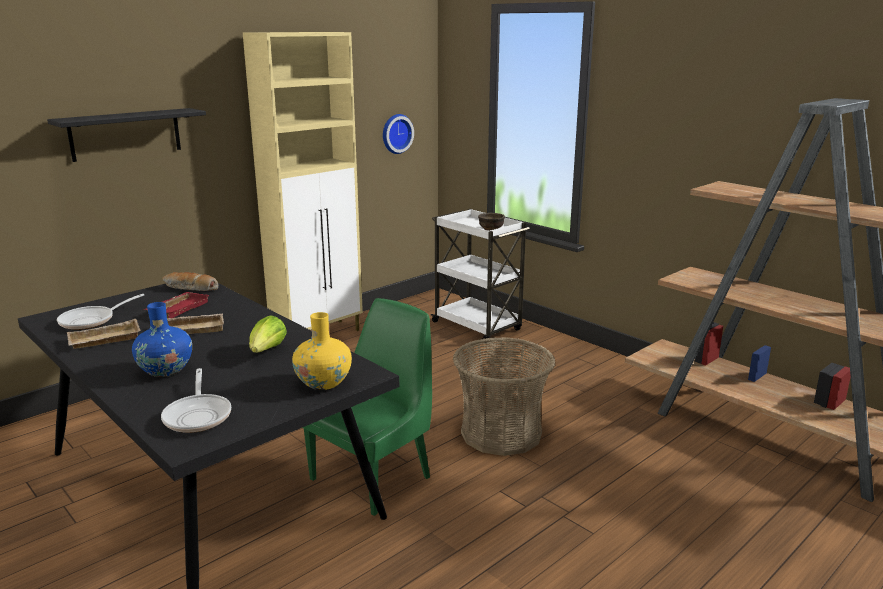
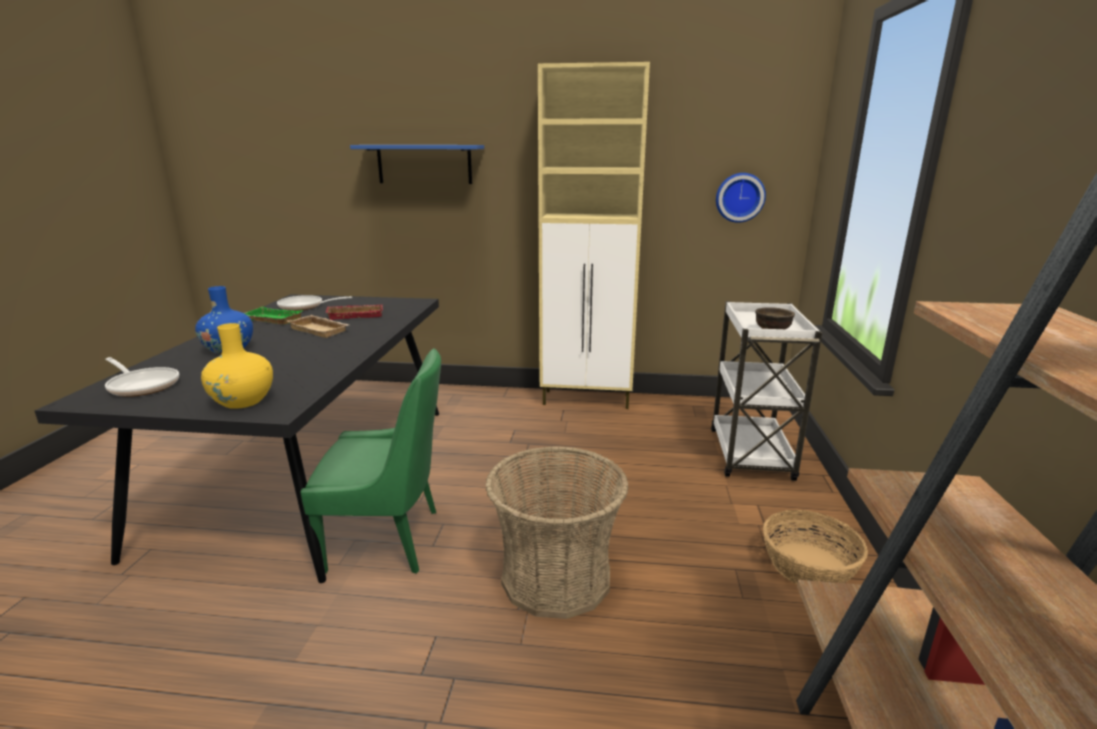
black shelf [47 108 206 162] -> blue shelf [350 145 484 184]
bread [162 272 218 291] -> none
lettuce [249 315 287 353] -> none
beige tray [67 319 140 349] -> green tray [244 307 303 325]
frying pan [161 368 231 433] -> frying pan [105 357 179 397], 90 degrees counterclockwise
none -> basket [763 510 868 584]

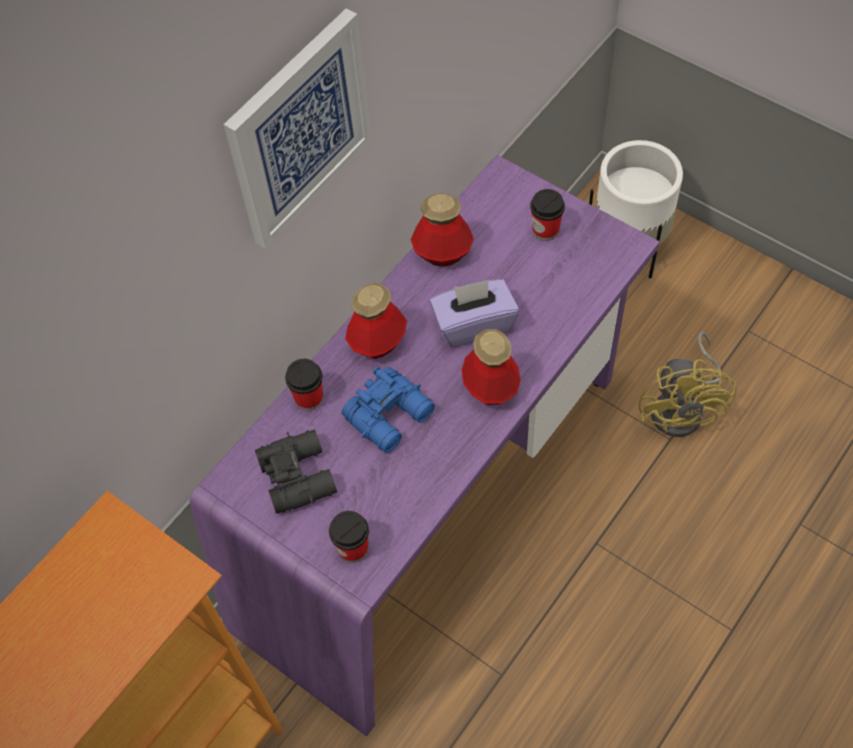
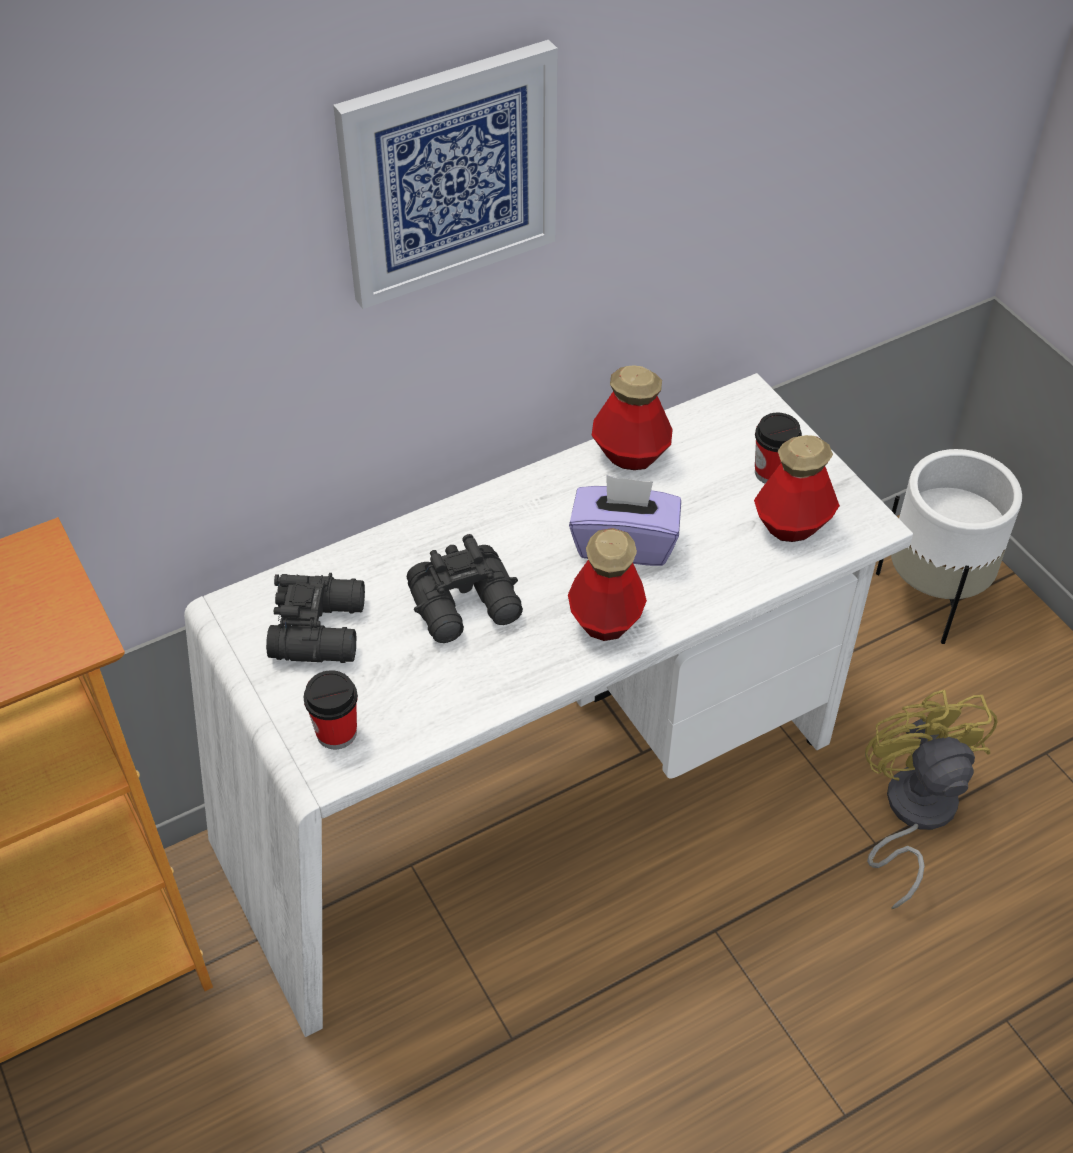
purple desk [190 155 659 736] -> white desk [184 373 913 1037]
bottle [345 283 407 359] -> bottle [754 435 840 542], move
yellow fan [638 331 737 437] -> yellow fan [865 690 998 909], 150 degrees clockwise
cup [285 359 323 411] -> none
blue binoculars [341 367 435 453] -> black binoculars [407 534 523 643]

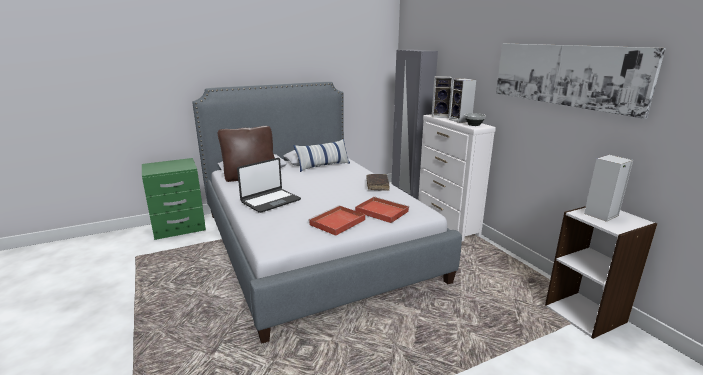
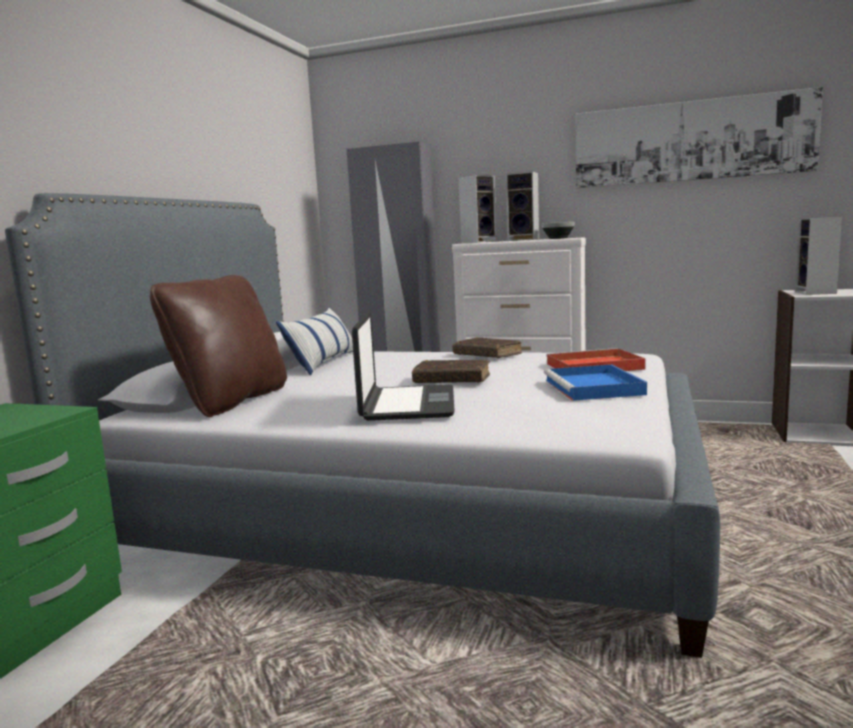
red tray [308 205 366 236] -> blue tray [544 364 647 401]
none -> brown book [412 359 490 383]

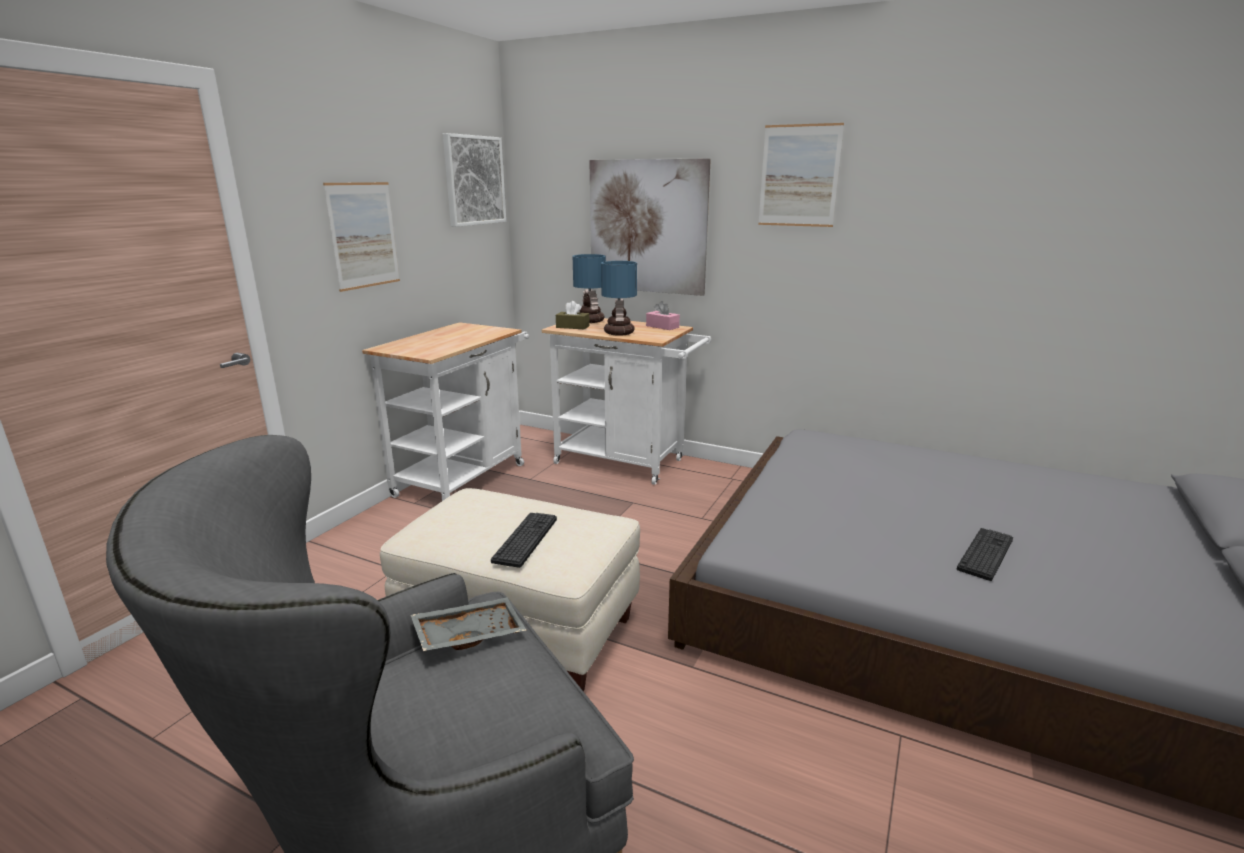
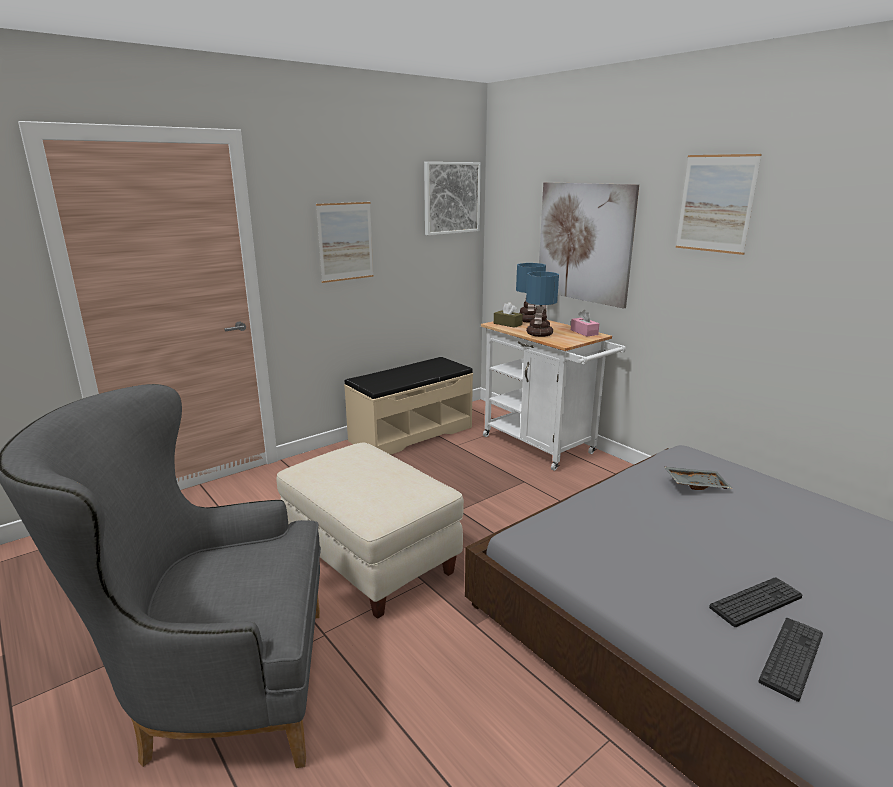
white cart [362 322 529 501] -> beige bench [344 357 473 455]
keyboard [491 513 557 568] -> keyboard [759 618 823 702], move
grey tray [410 597 526 651] -> grey tray [665 467 733 490], move

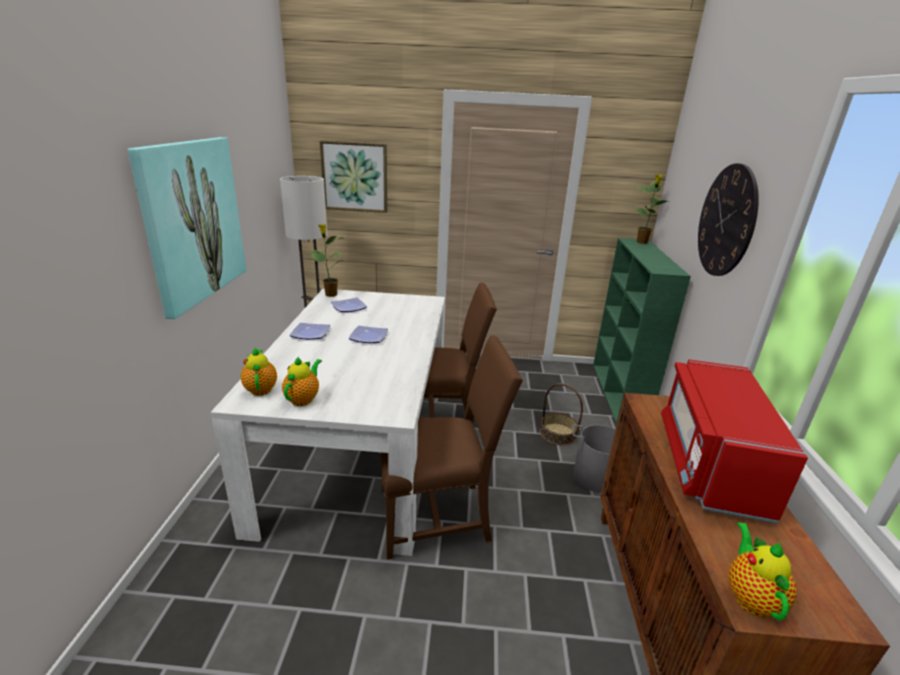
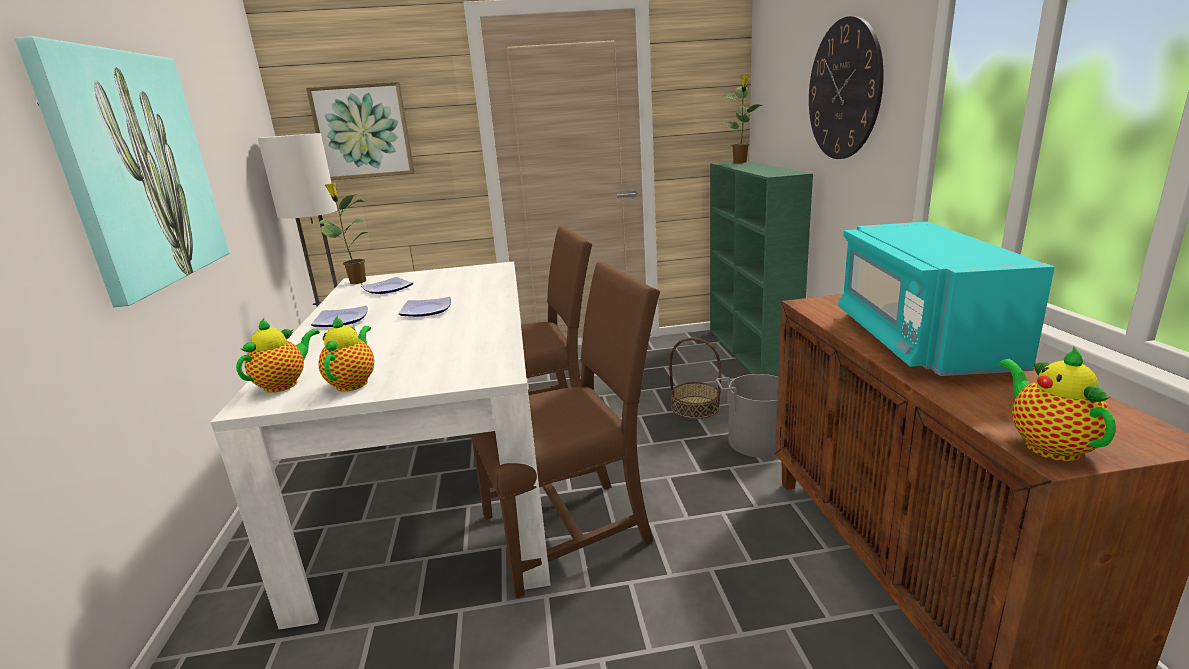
teapot [241 347 277 396] -> teapot [236 318 320 393], 60 degrees clockwise
red microwave [661 360 808 523] -> turquoise microwave [838 222 1055 376]

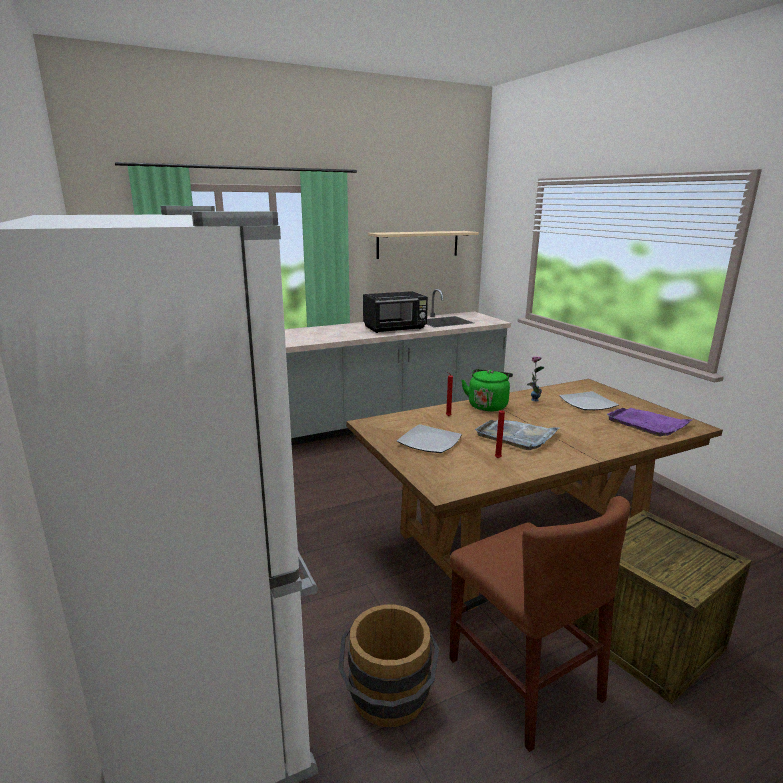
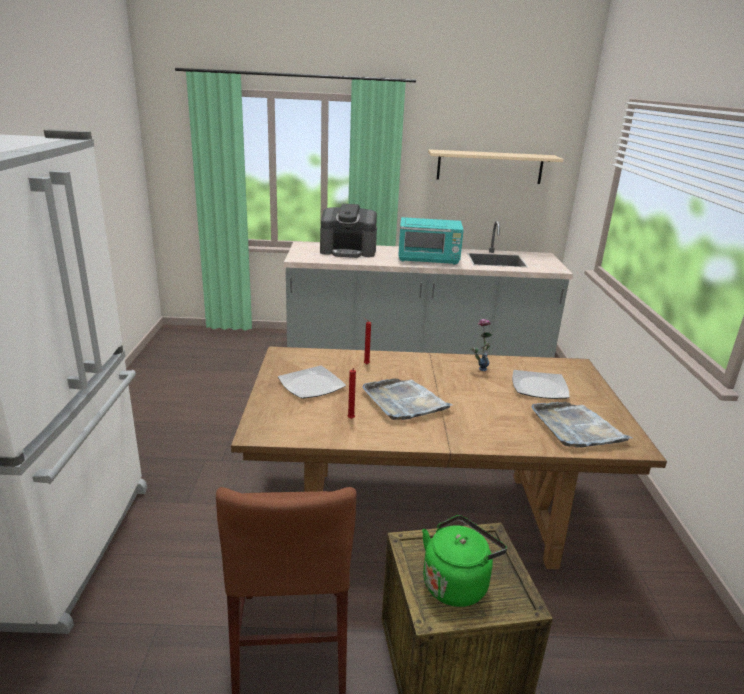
black microwave [363 291 428 333] -> turquoise microwave [398 217 464 265]
green kettle [461 369 513 412] -> green kettle [422 515 507 607], move
purple tray [607 408 692 436] -> grey tray [532 402 632 448]
brown bucket [339 605 439 727] -> none
none -> coffee machine [320 204 377 258]

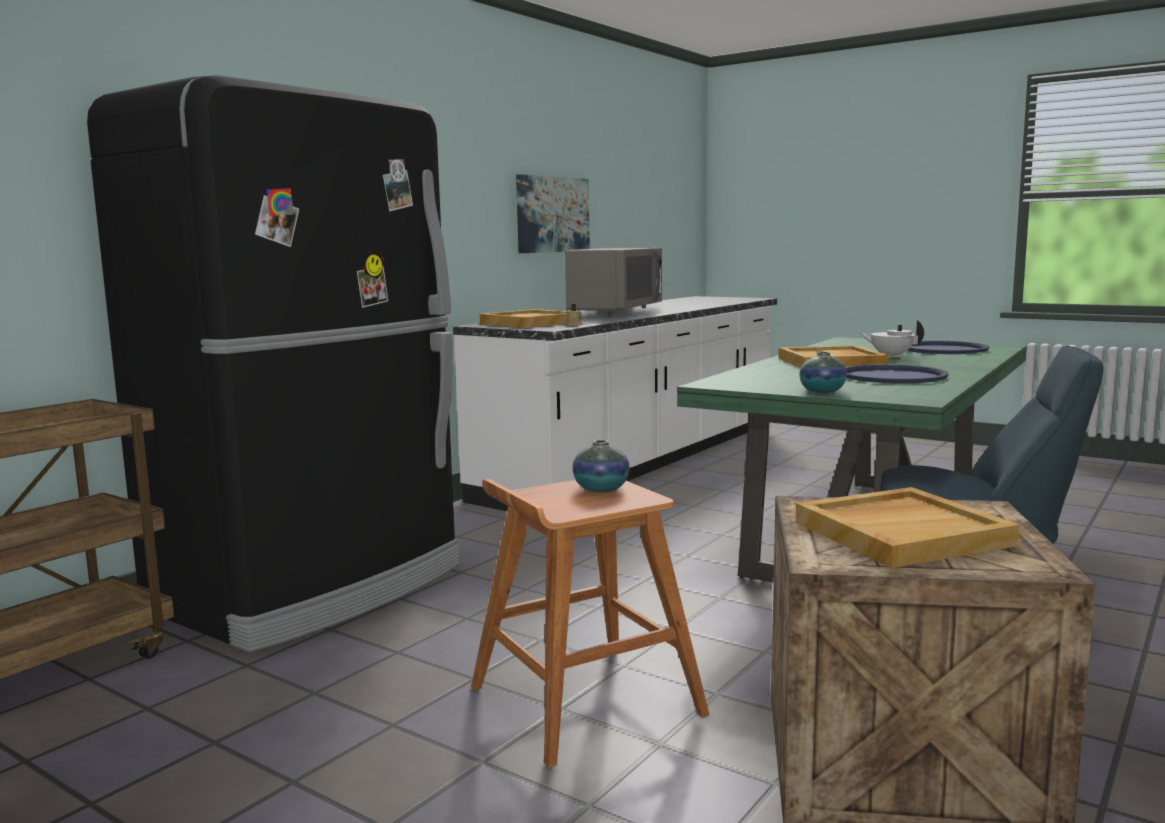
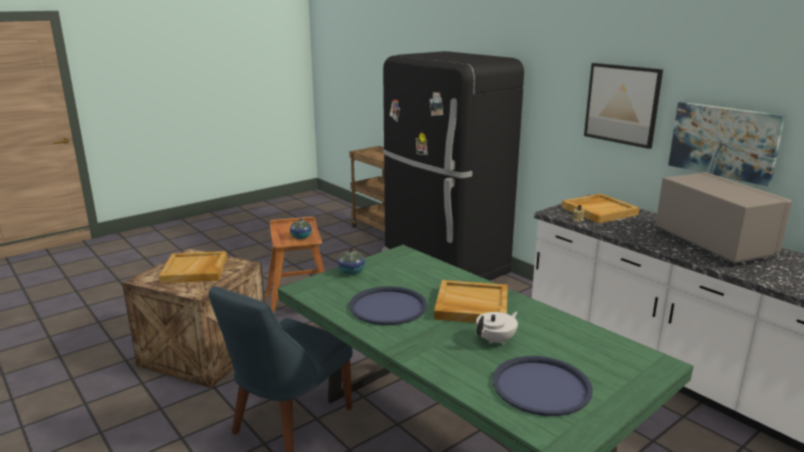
grey microwave [565 248 662 316] -> grey microwave [655 172 792 264], 150 degrees counterclockwise
none -> picture [584 63 663 149]

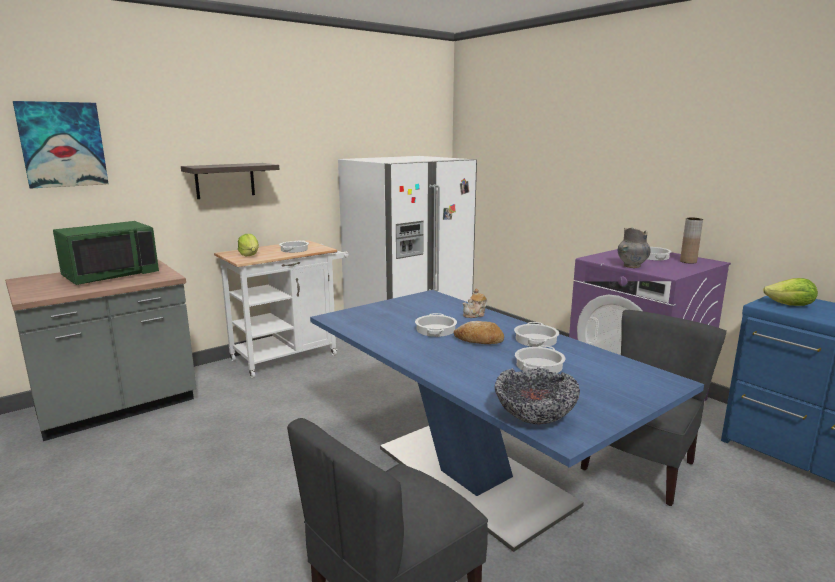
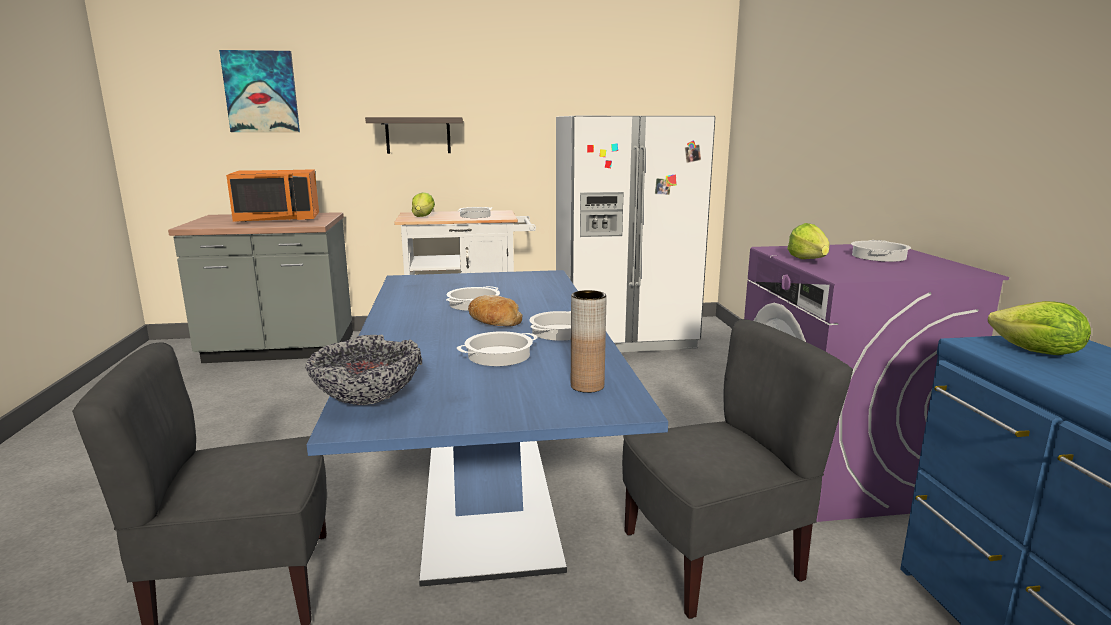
brown vase [680 218 703 264] -> brown vase [571 290 607 393], move
green microwave [53 221 159 285] -> orange microwave [226 169 319 222]
grey vase [618 228 651 268] -> lettuce [787 223 830 259]
teapot [462 289 487 318] -> none

